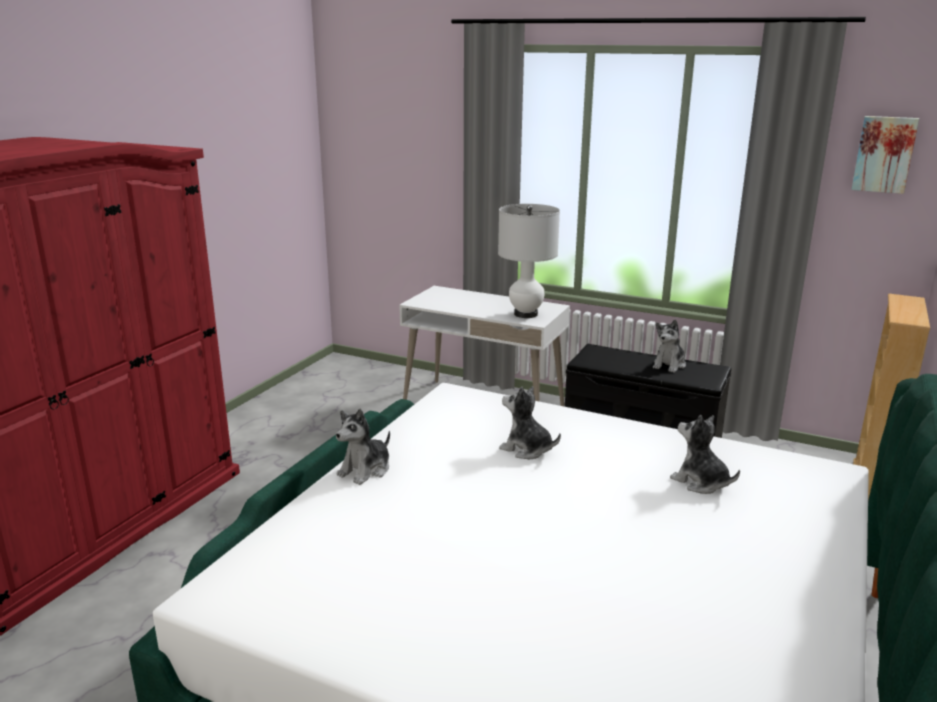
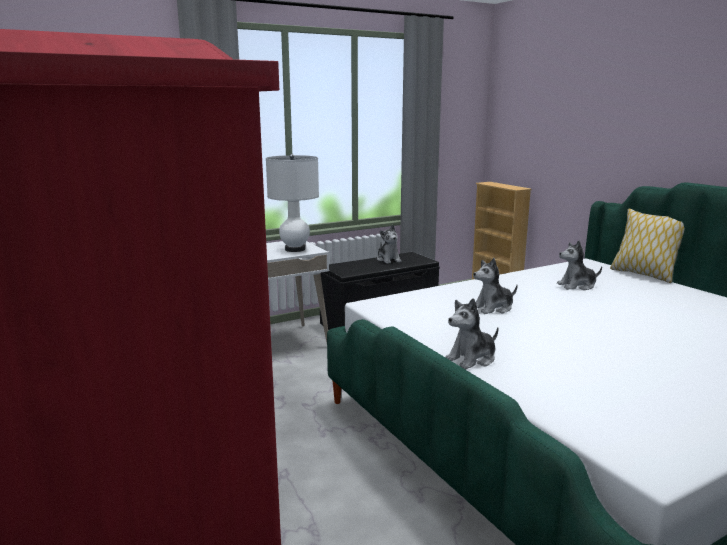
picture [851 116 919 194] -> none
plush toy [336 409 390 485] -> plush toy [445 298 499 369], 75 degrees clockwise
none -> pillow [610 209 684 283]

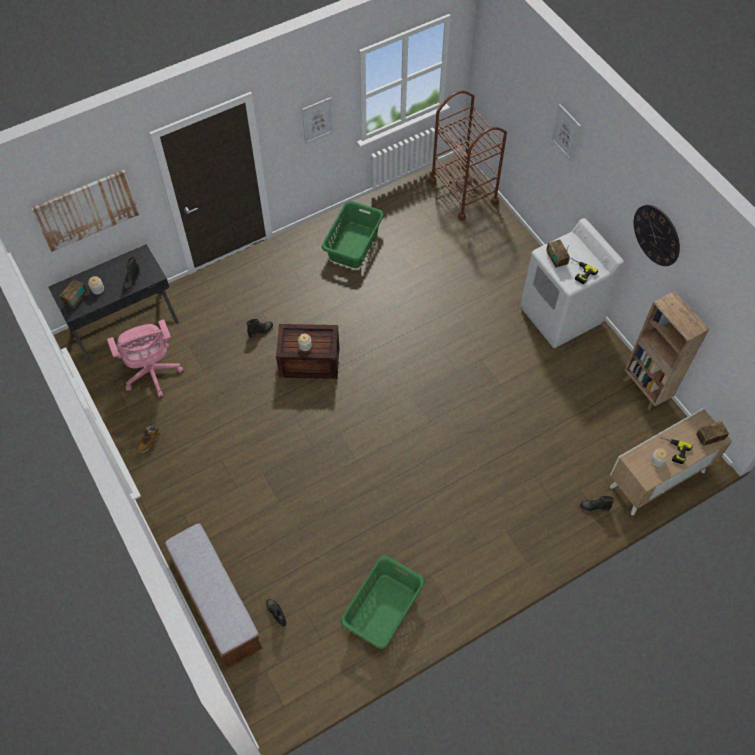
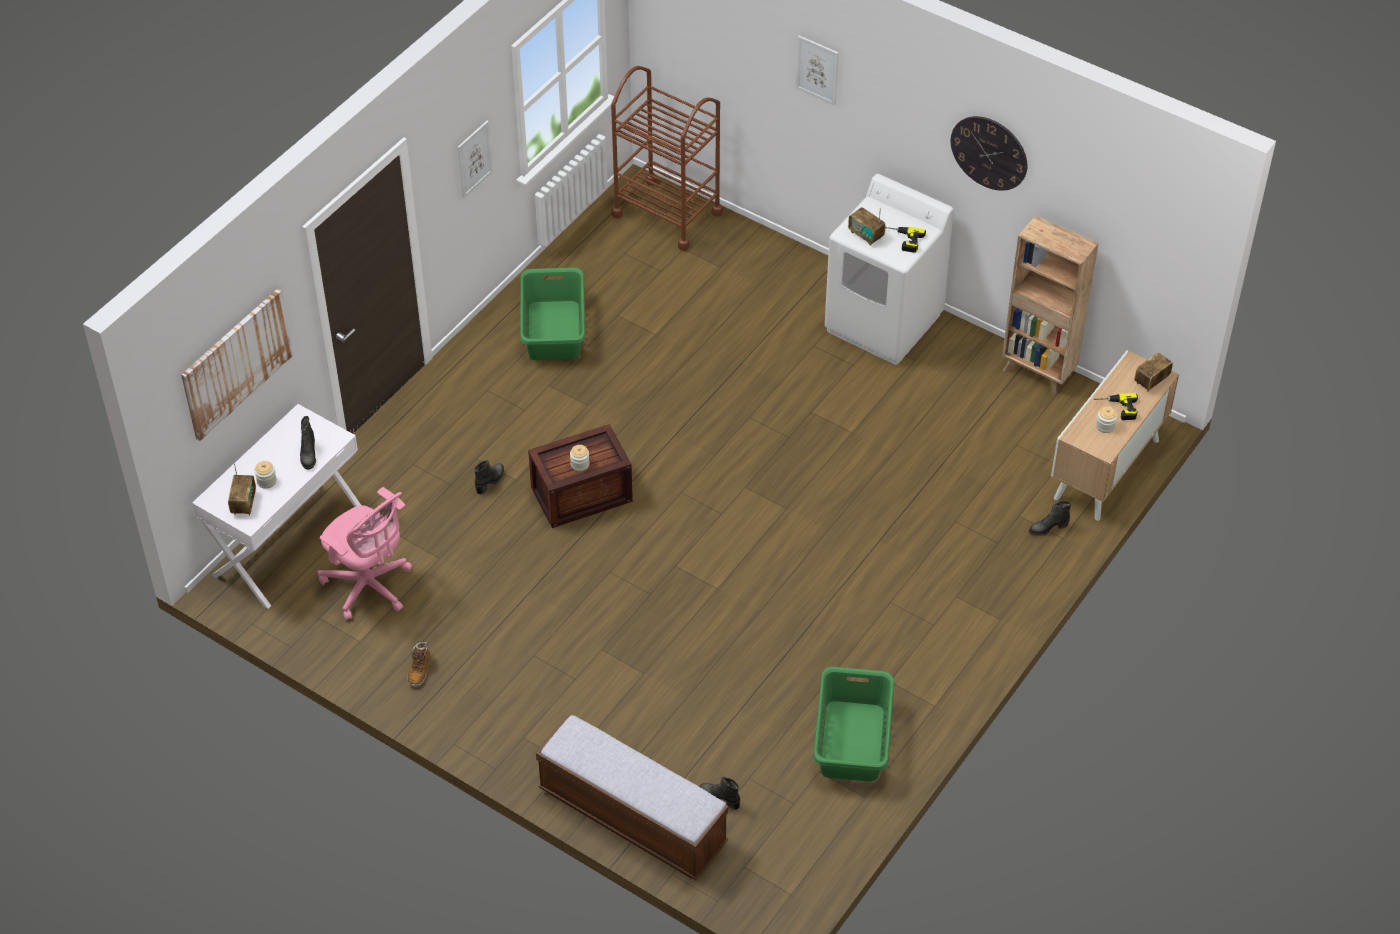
black desk [48 244 179 364] -> white desk [192 404 361 609]

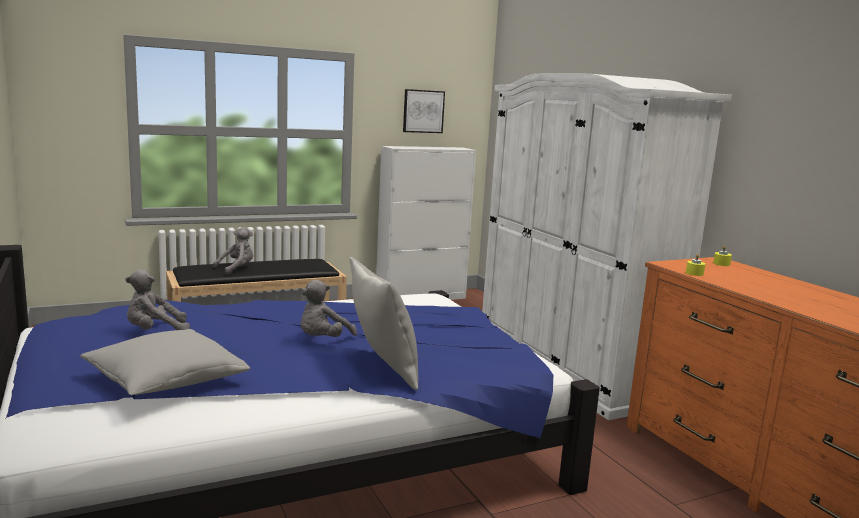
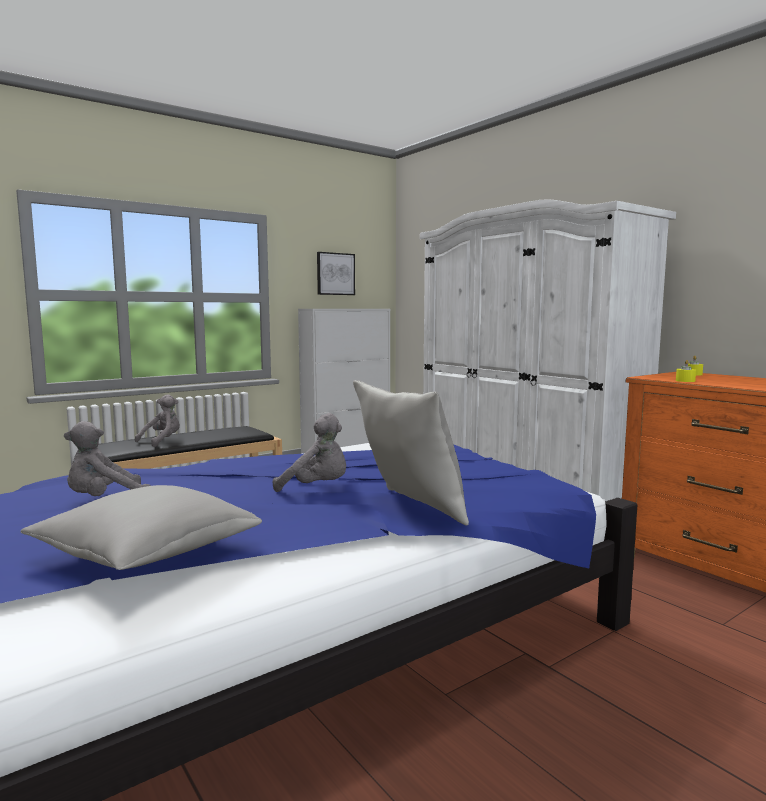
grey plush toy [301 280 357 337] -> grey plush toy [273 413 346 492], 90 degrees counterclockwise

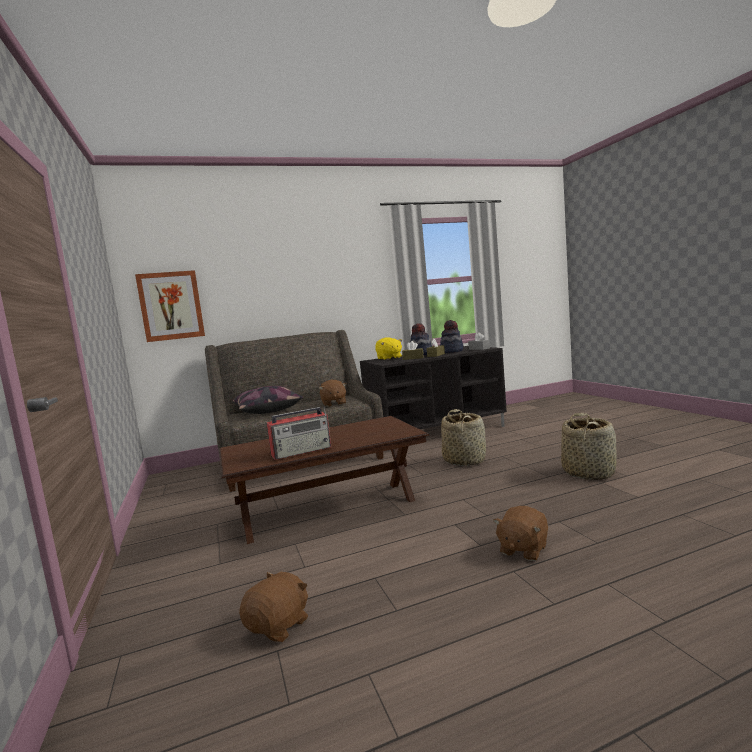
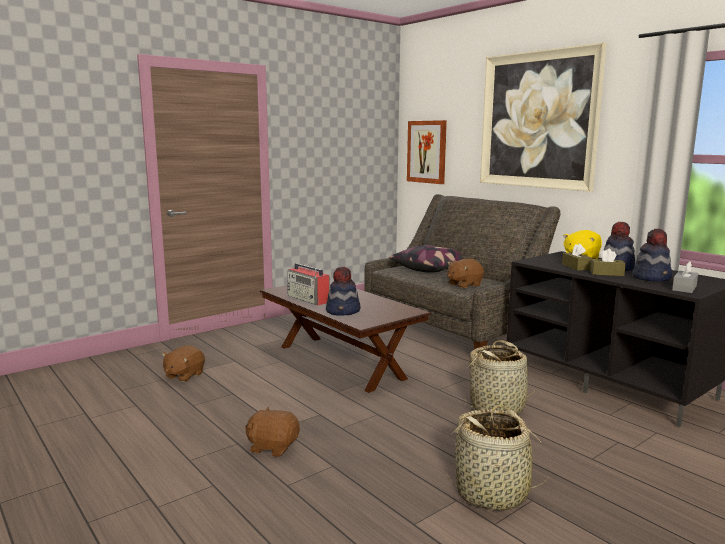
brown plush toy [239 572 308 642] -> brown plush toy [162 345 205 382], 105 degrees clockwise
none -> picture [480 42 607 192]
none -> hat [326 267 360 316]

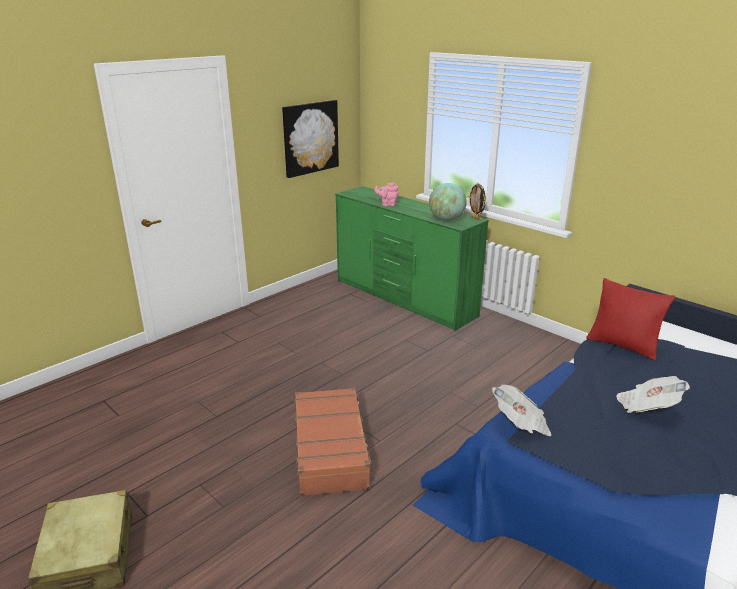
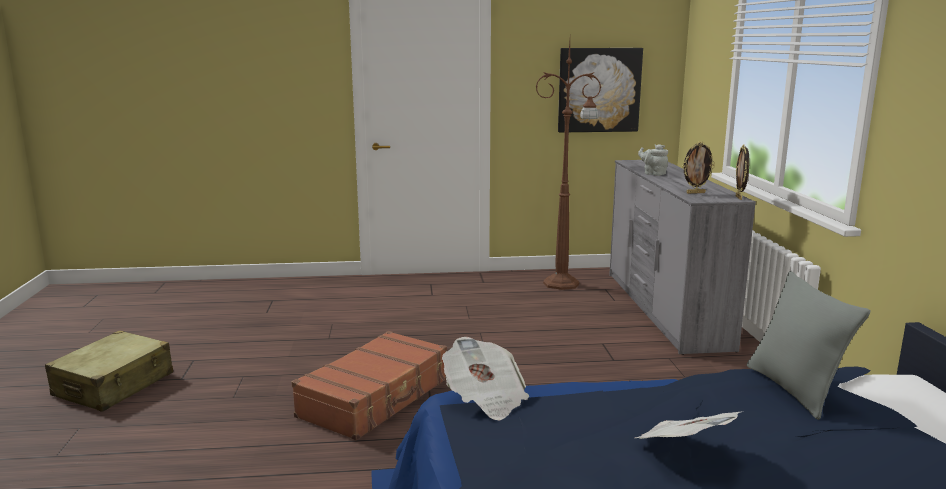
pink teapot [374 182 399 206] -> grey teapot [638 144 668 176]
globe [429 183 467 221] -> picture frame [683 141 715 194]
green dresser [335 186 489 331] -> grey dresser [609 160 756 355]
red pillow [586 278 675 360] -> grey pillow [747 271 870 420]
none -> brown floor lamp [535 42 601 290]

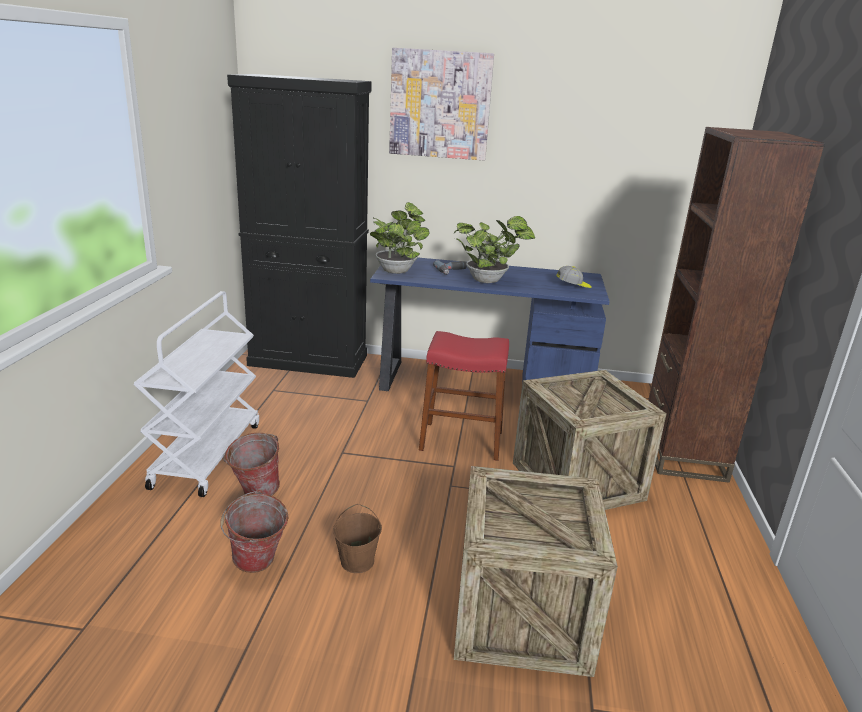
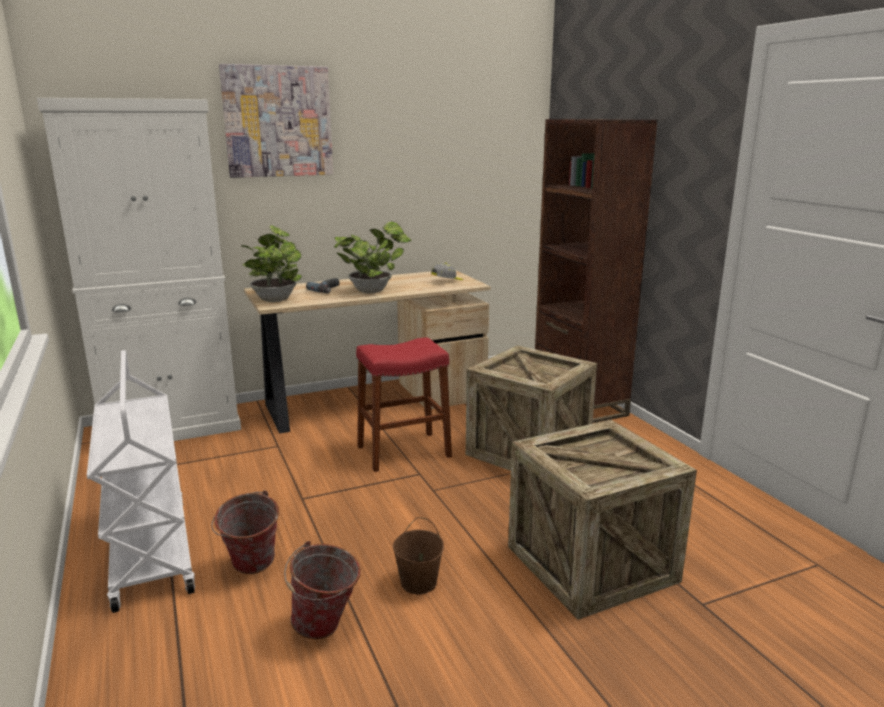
black cabinet [227 74 372 378] -> white cabinet [37 98 241 441]
blue desk [370 257 610 391] -> beige desk [244 270 491 434]

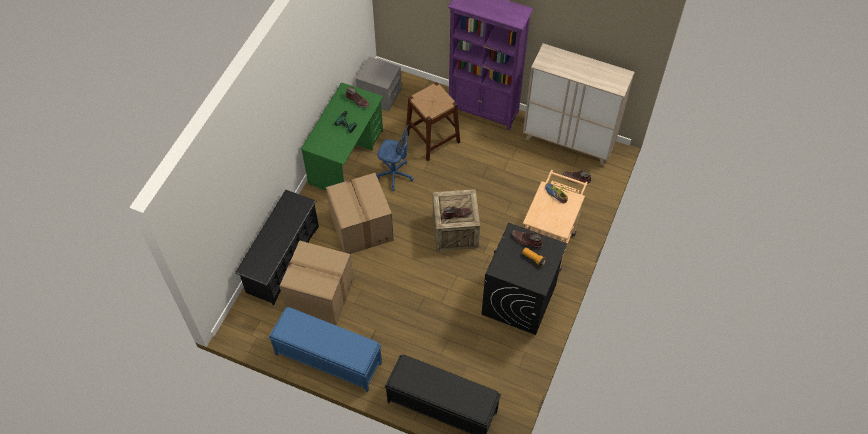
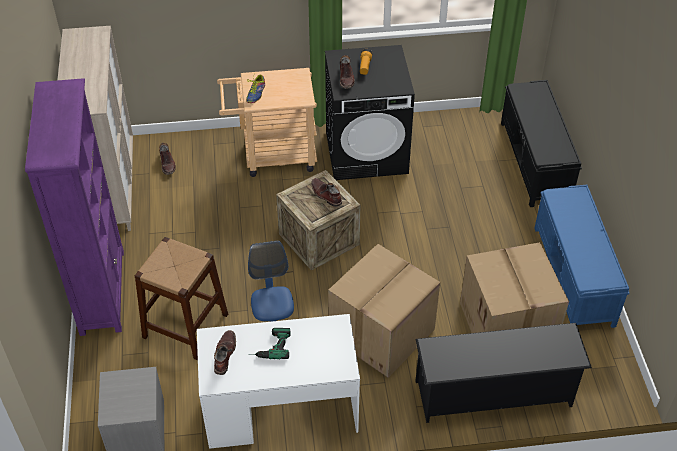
green desk [301 82 383 190] -> white desk [197 314 360 449]

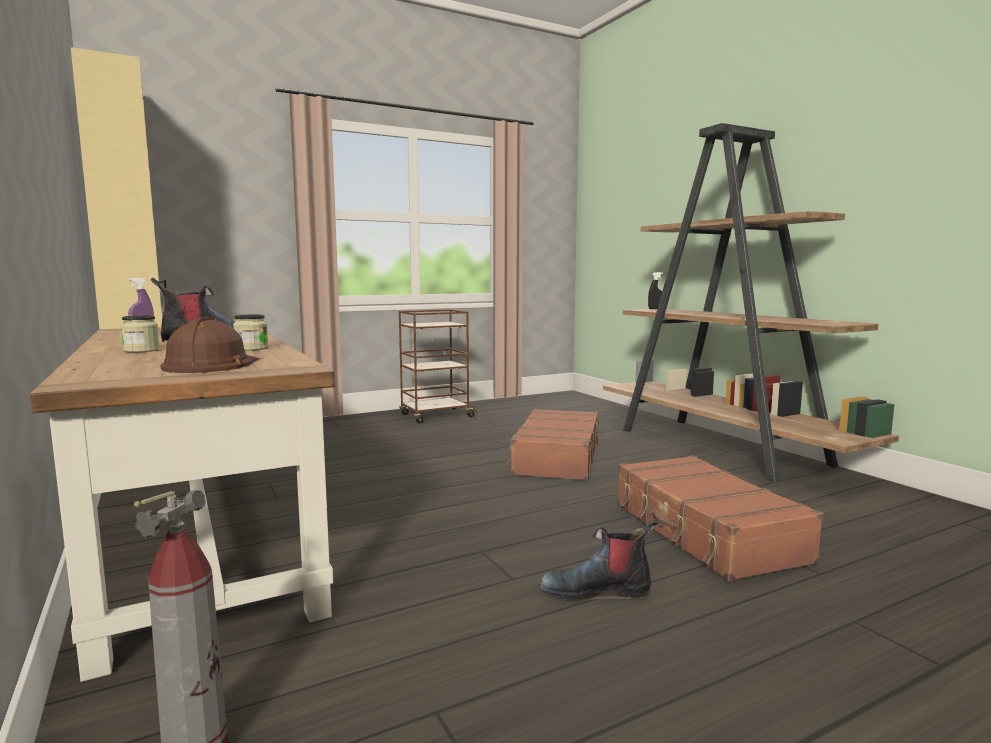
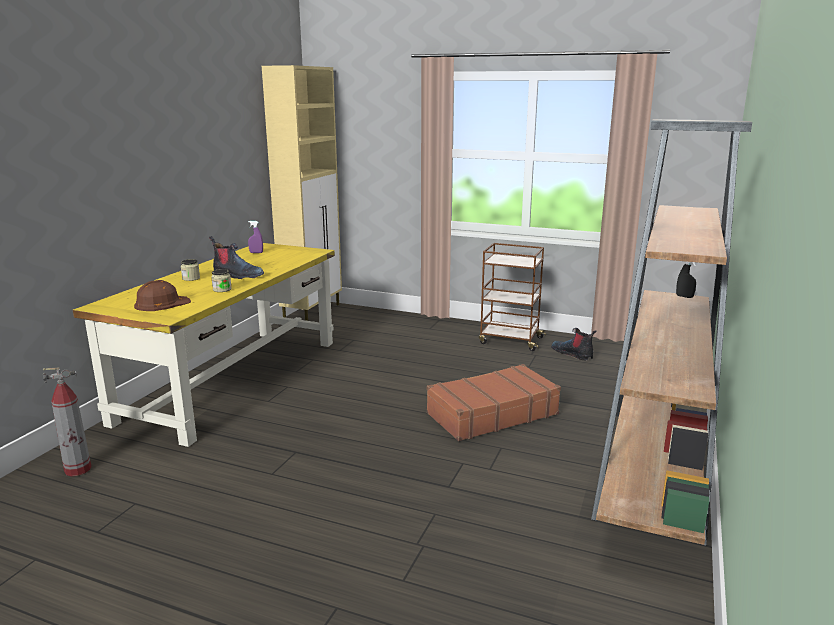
brown desk [30 327 335 682] -> yellow desk [73 243 335 447]
brown suitcase [617 455 824 581] -> none
boot [540 519 658 600] -> boot [551 328 597 360], move

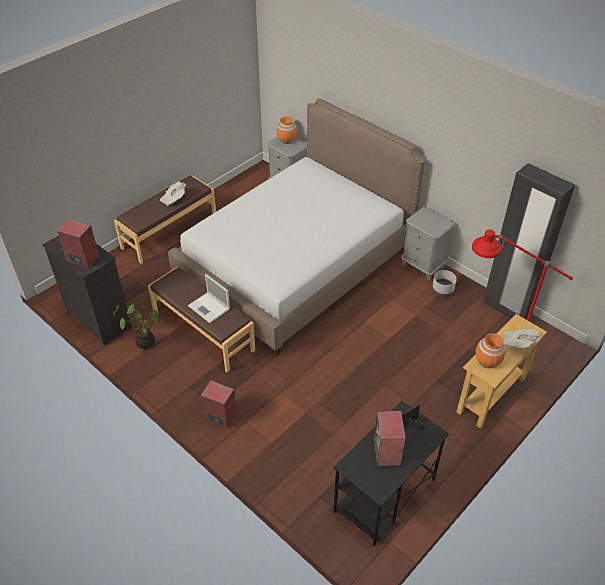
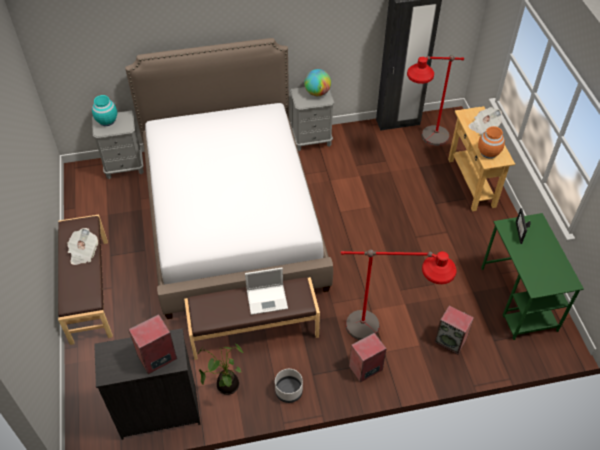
orange vase [276 116 297 144] -> turquoise vase [92 95 117 126]
grey planter [432 270 457 297] -> grey planter [275 369 303 403], move
black desk [333 401 449 546] -> green desk [481 213 584 340]
speaker [374 411 406 466] -> speaker [434 305 474 354], move
none -> globe [304 69 331 96]
none -> red floor lamp [341 250 457 340]

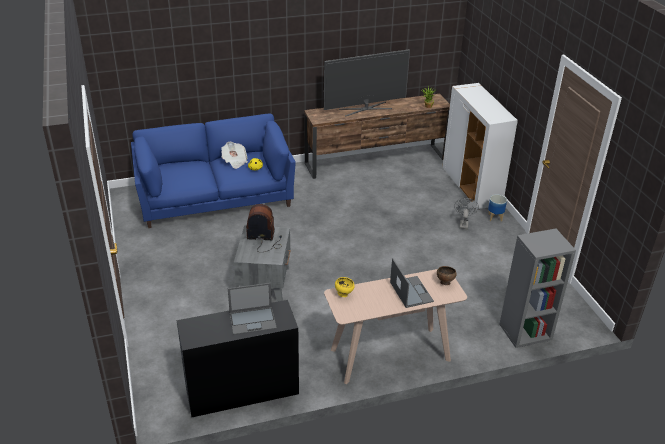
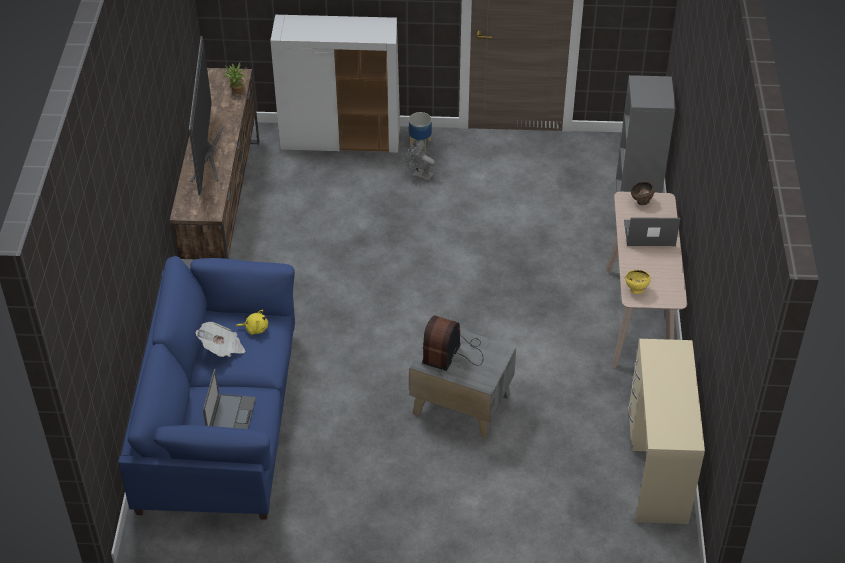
laptop [228 283 277 335] -> laptop [203 369 256 429], move
black desk [177 300 299 417] -> beige desk [628 339 705 524]

